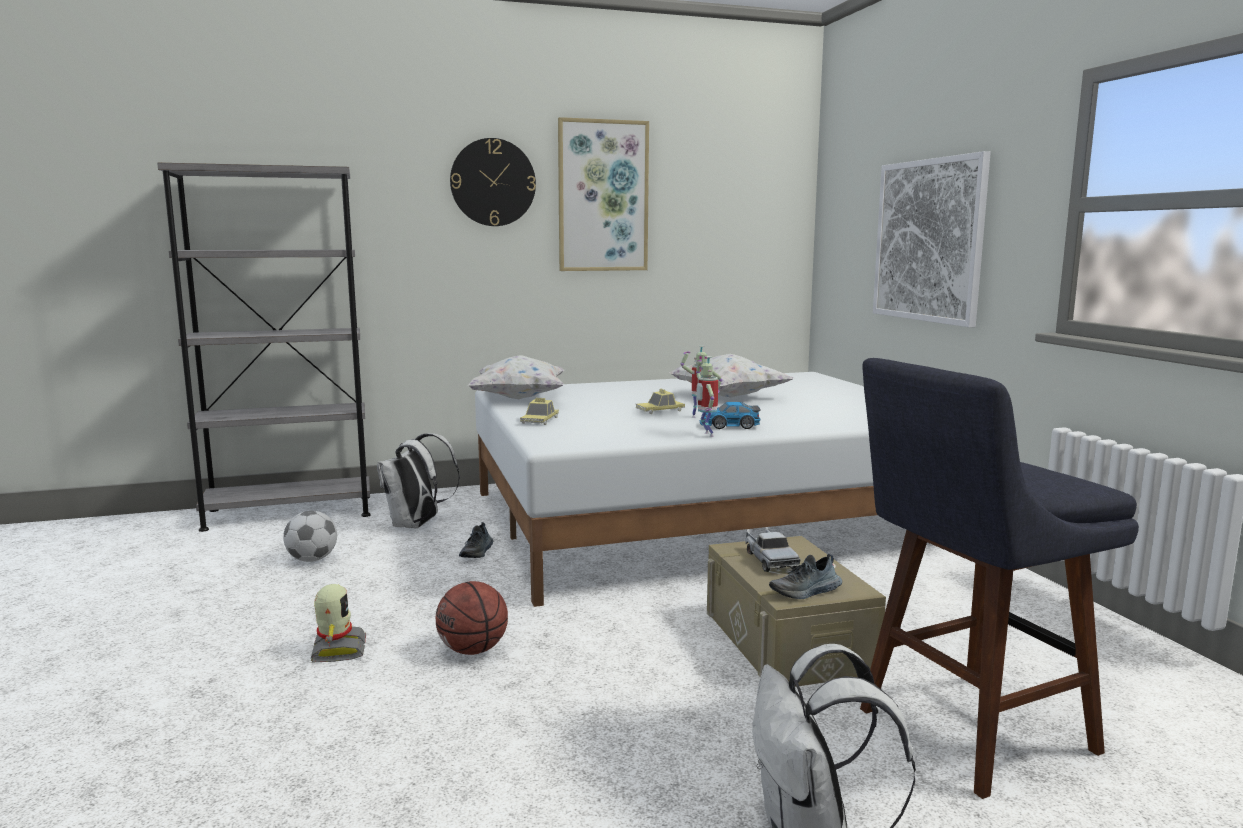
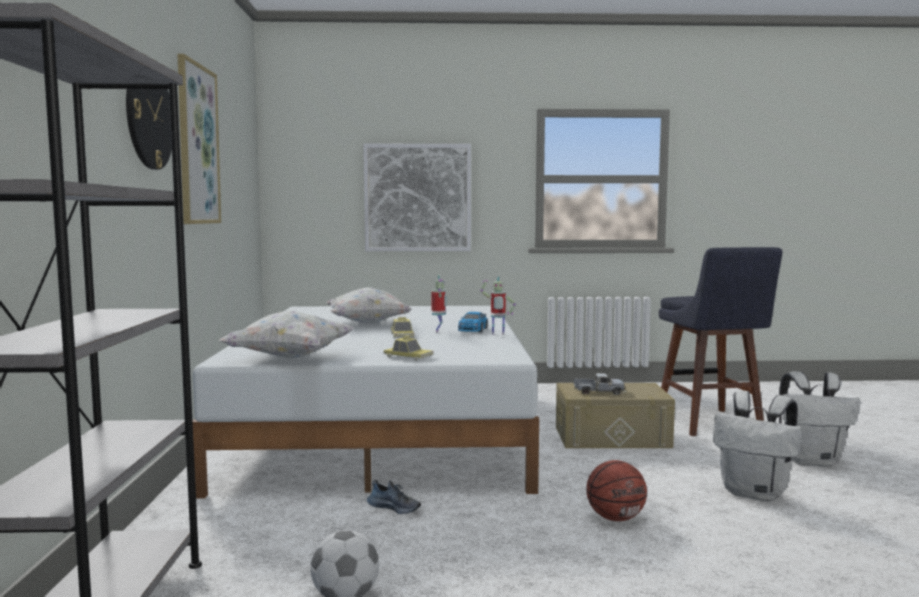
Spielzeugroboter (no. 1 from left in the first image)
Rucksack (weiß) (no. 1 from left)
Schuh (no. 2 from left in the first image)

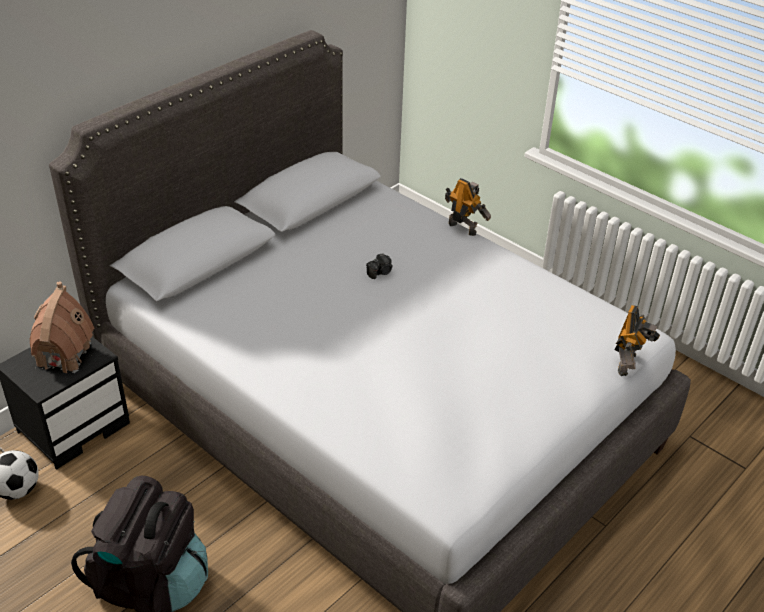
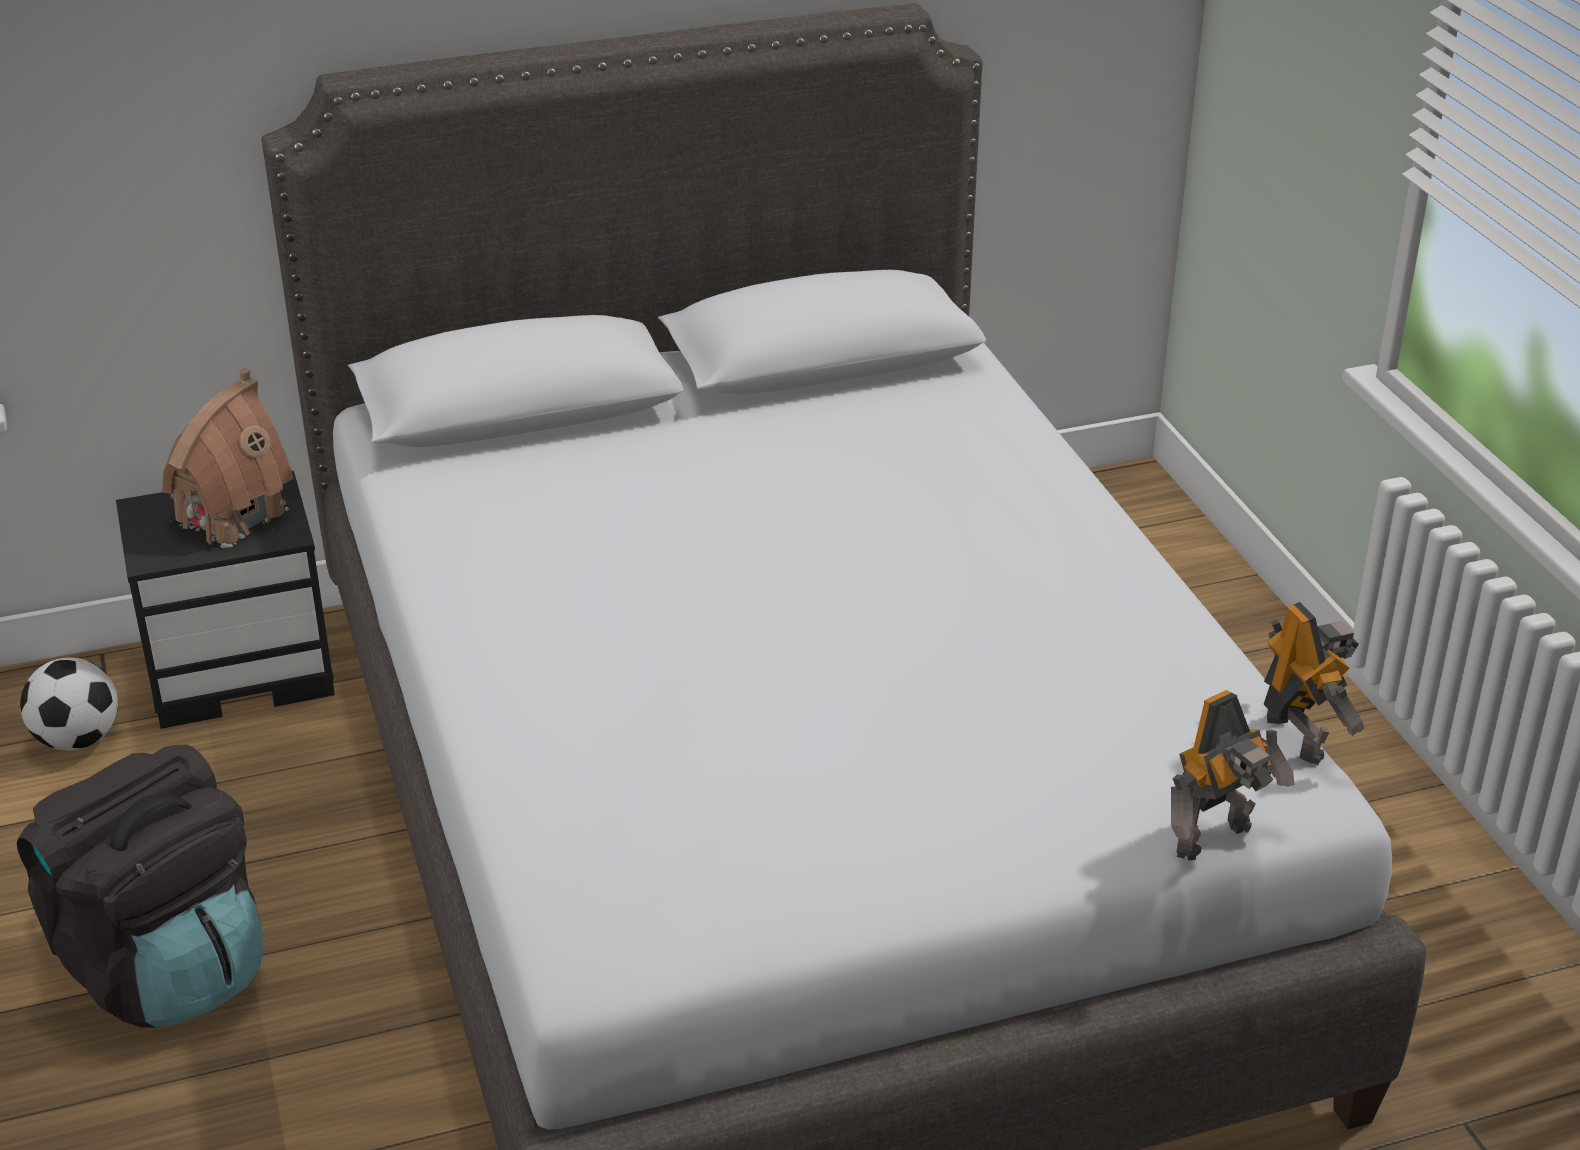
Kamera
Spielzeugroboter (no. 2 from left)

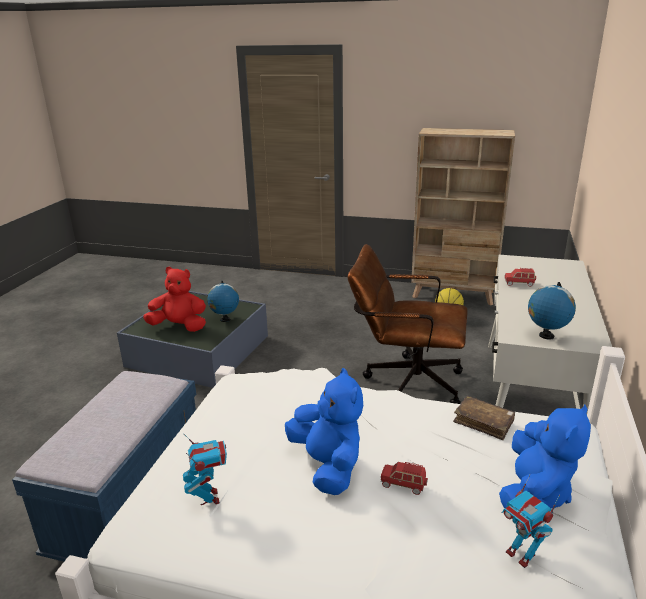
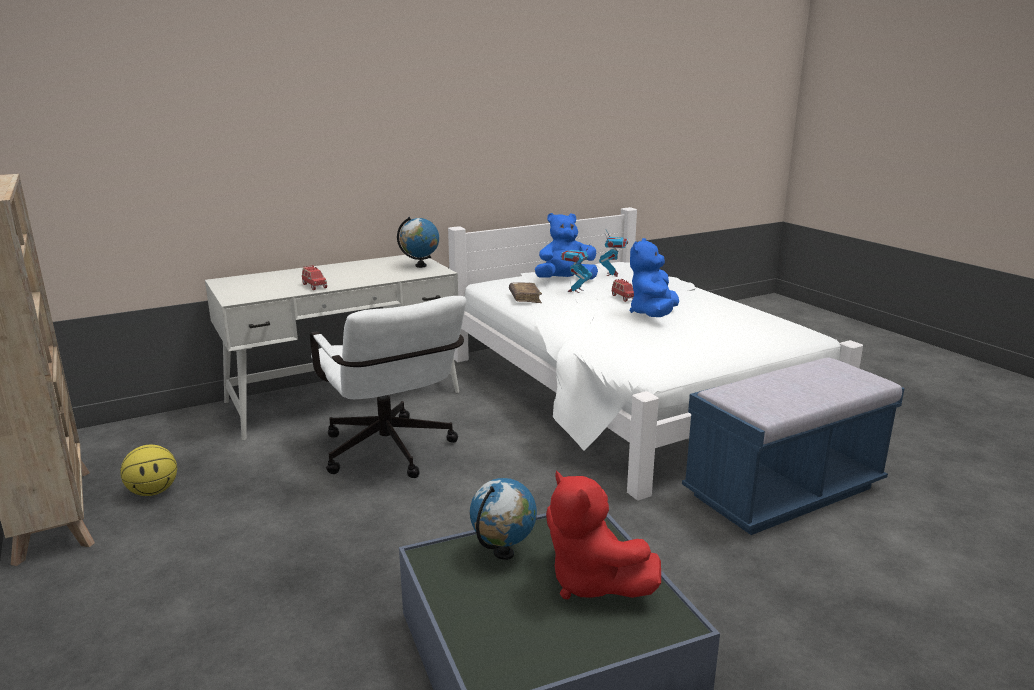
Spielzeugroboter (no. 1 from left)
Bürostuhl (weiß)

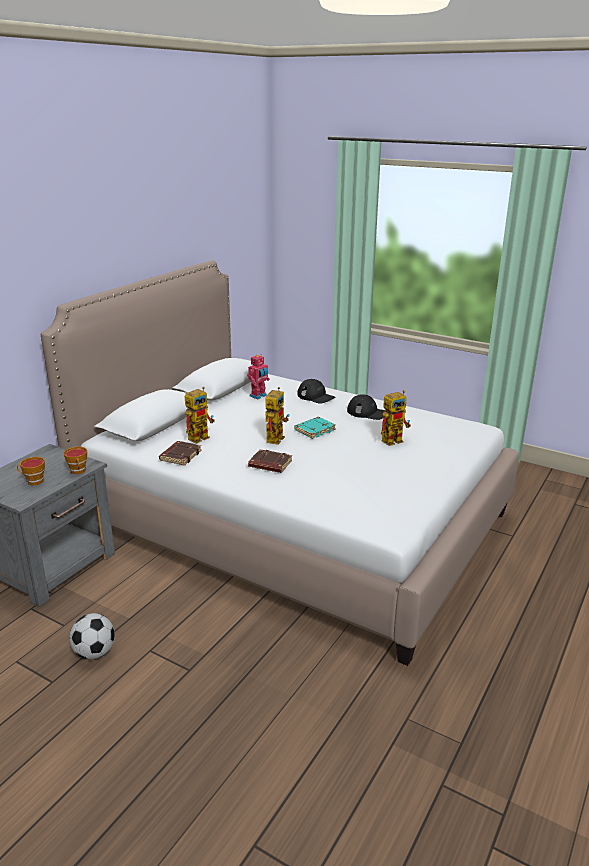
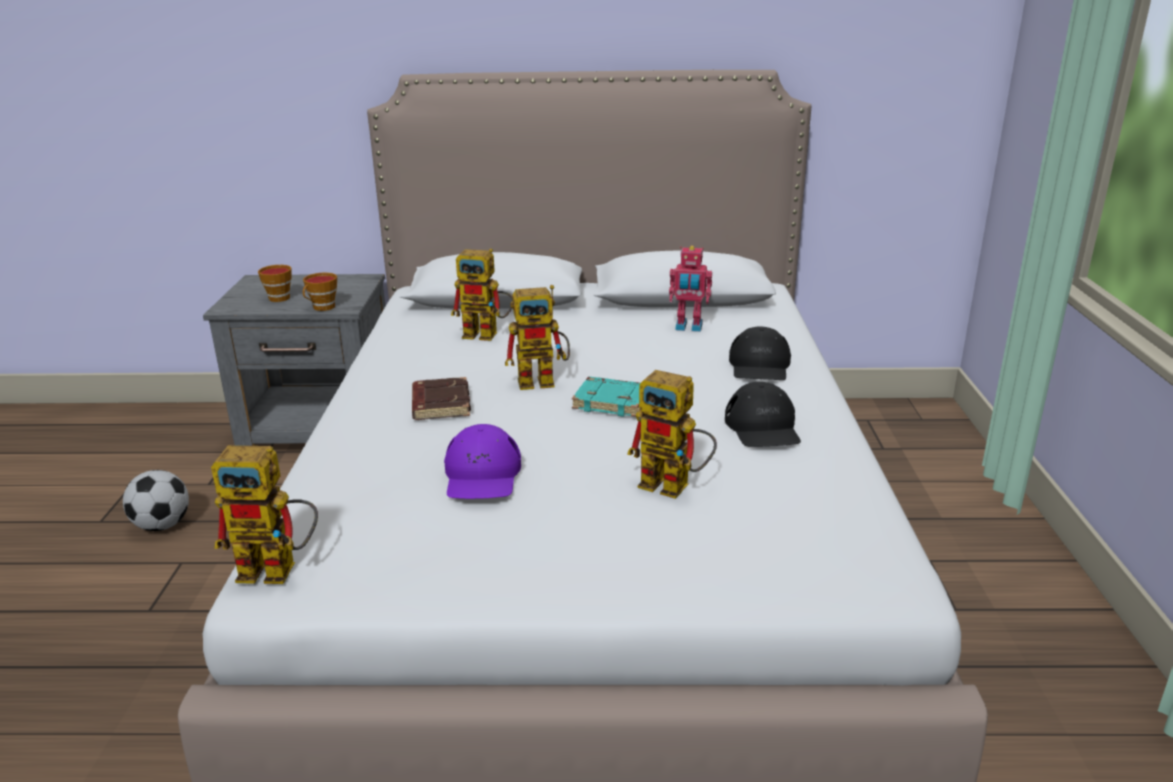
Buch (braun) (no. 1 from left in the first image)
Spielzeugroboter (no. 1 from left)
Kappe (lila)

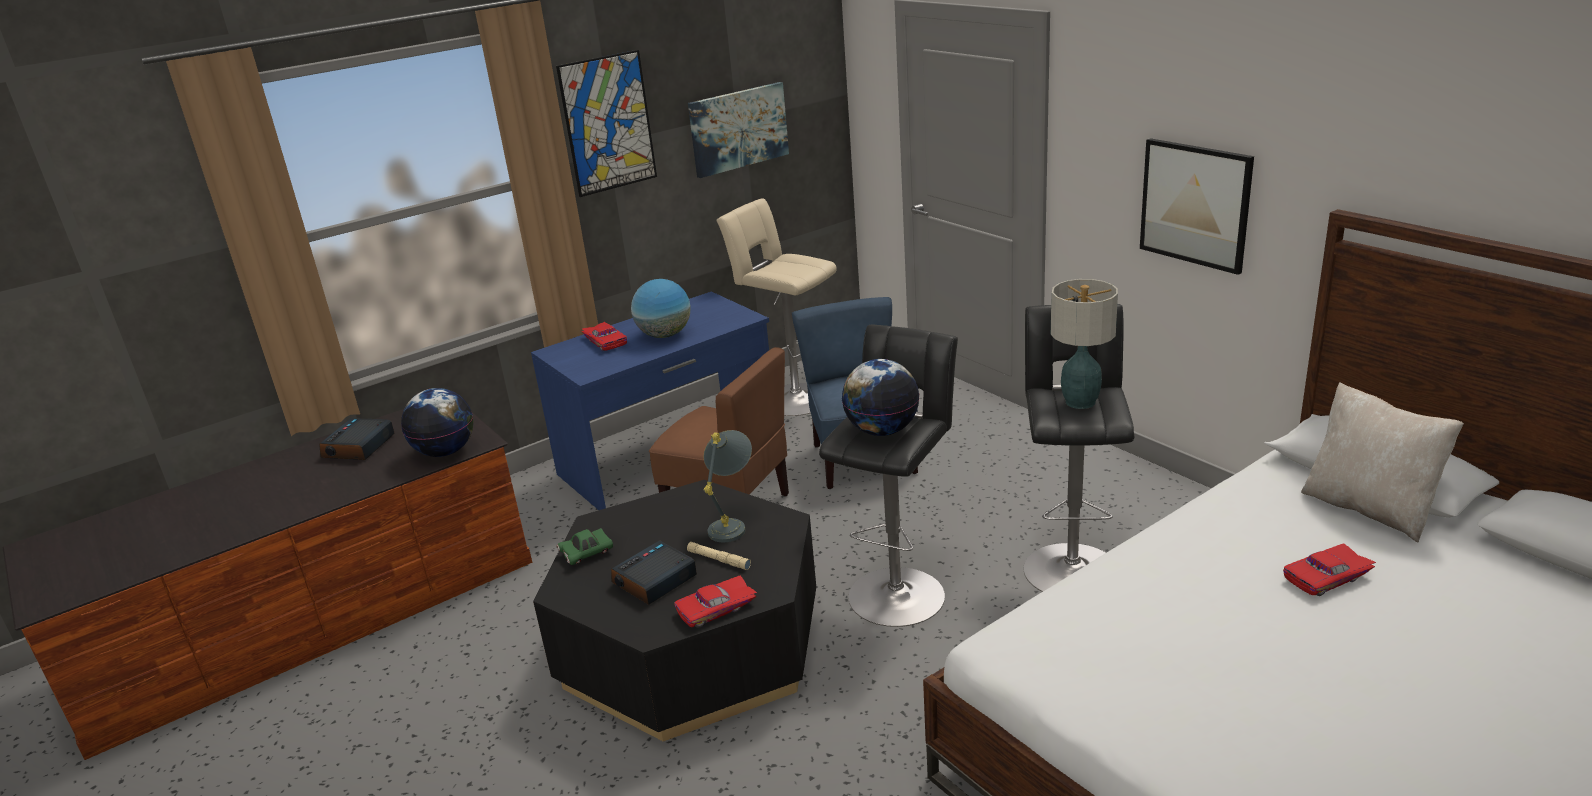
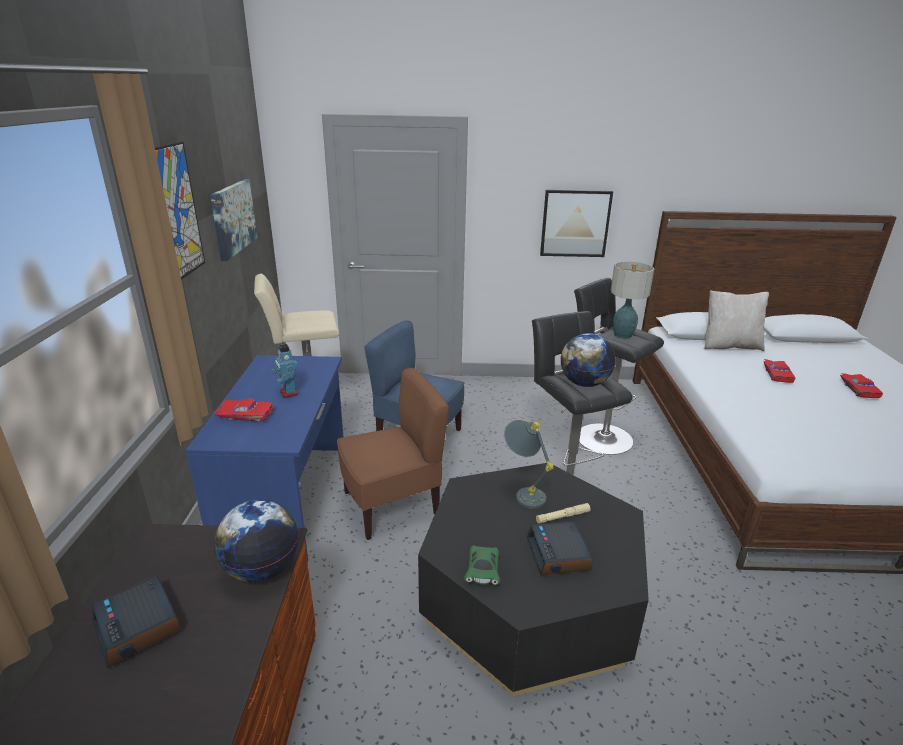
Spielzeugroboter
Spielzeugauto (rot) (no. 3 from left)

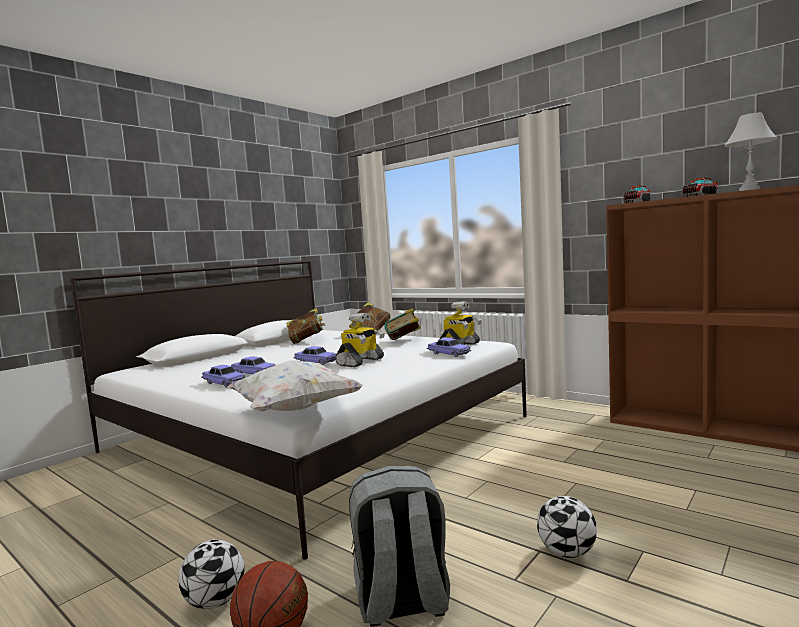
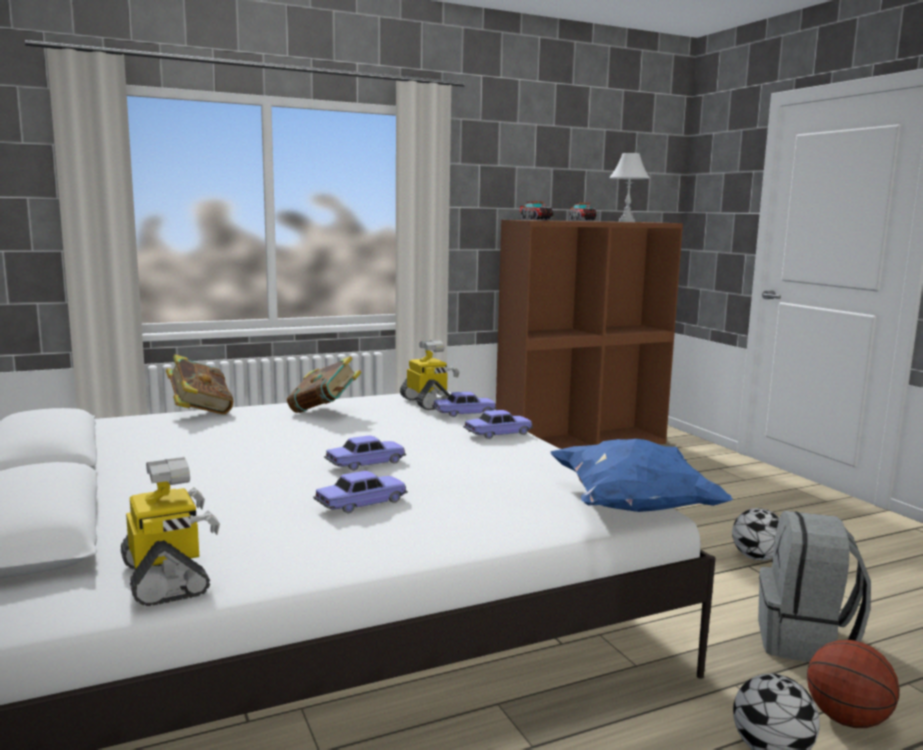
Spielzeugauto (no. 4 from left)
Kissen (blau)
Buch (no. 1 from left in the first image)
Spielzeugroboter (no. 1 from left)

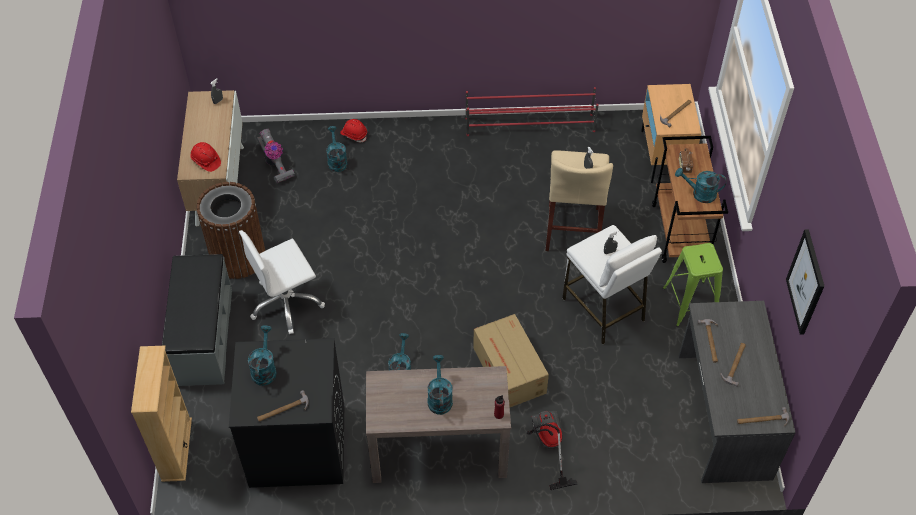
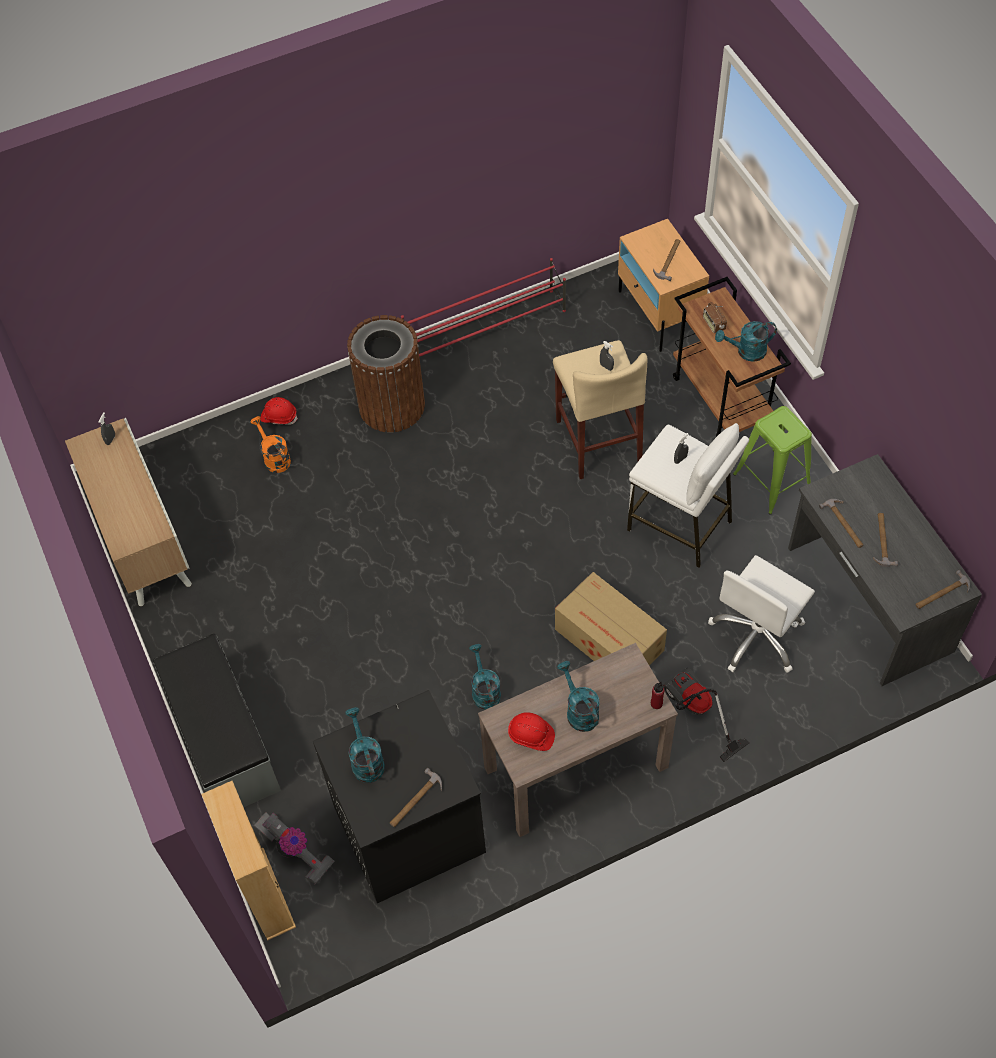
Schutzhelm (rot) (no. 2 from left)
Mülleimer (braun)
Bürostuhl (weiß)
Staubsauger (no. 1 from left)
Gießkanne (orange)
Bild

